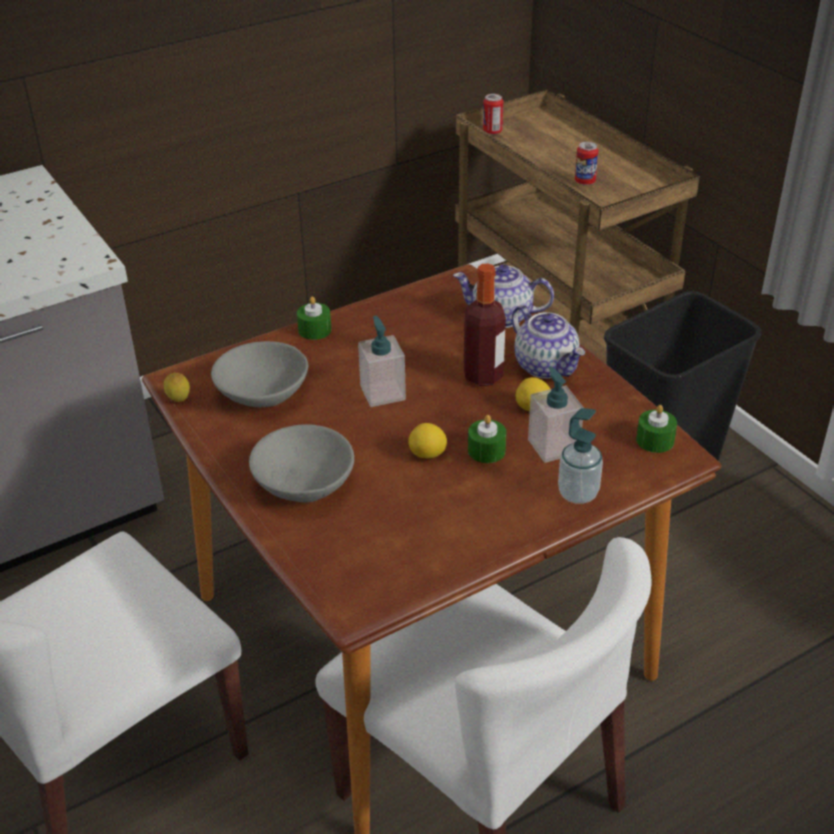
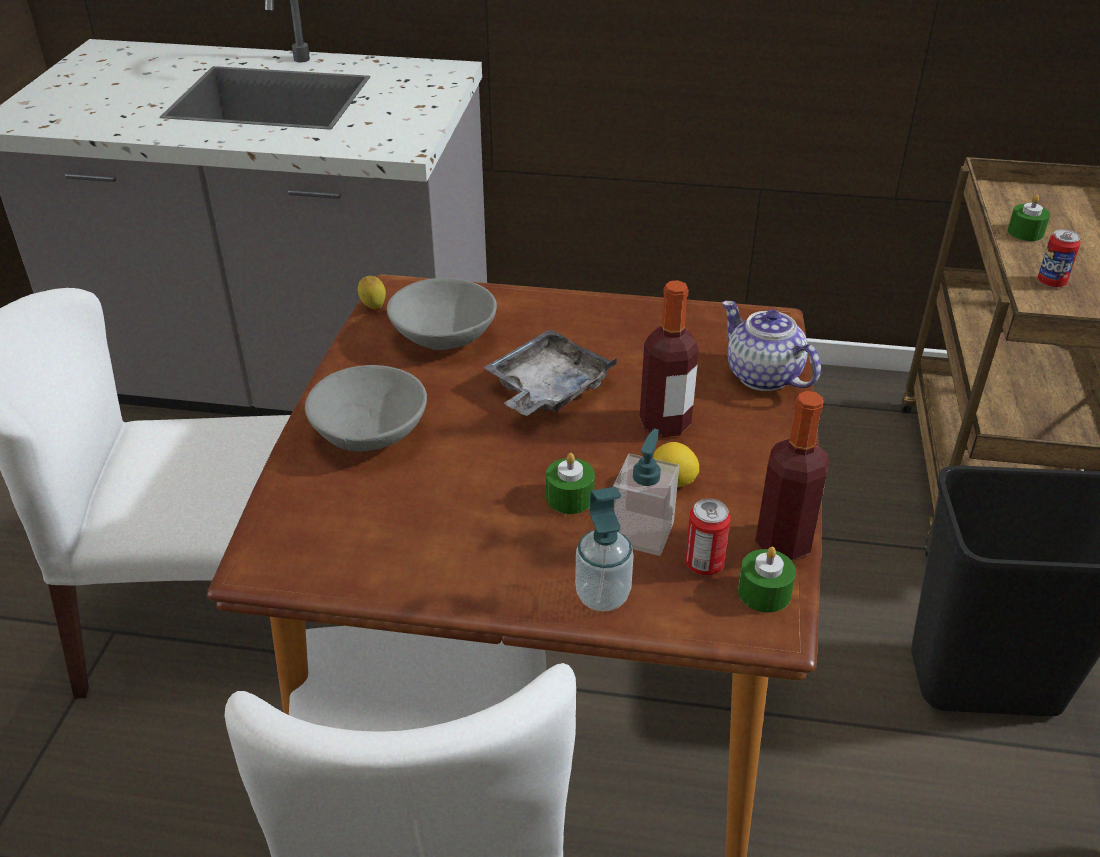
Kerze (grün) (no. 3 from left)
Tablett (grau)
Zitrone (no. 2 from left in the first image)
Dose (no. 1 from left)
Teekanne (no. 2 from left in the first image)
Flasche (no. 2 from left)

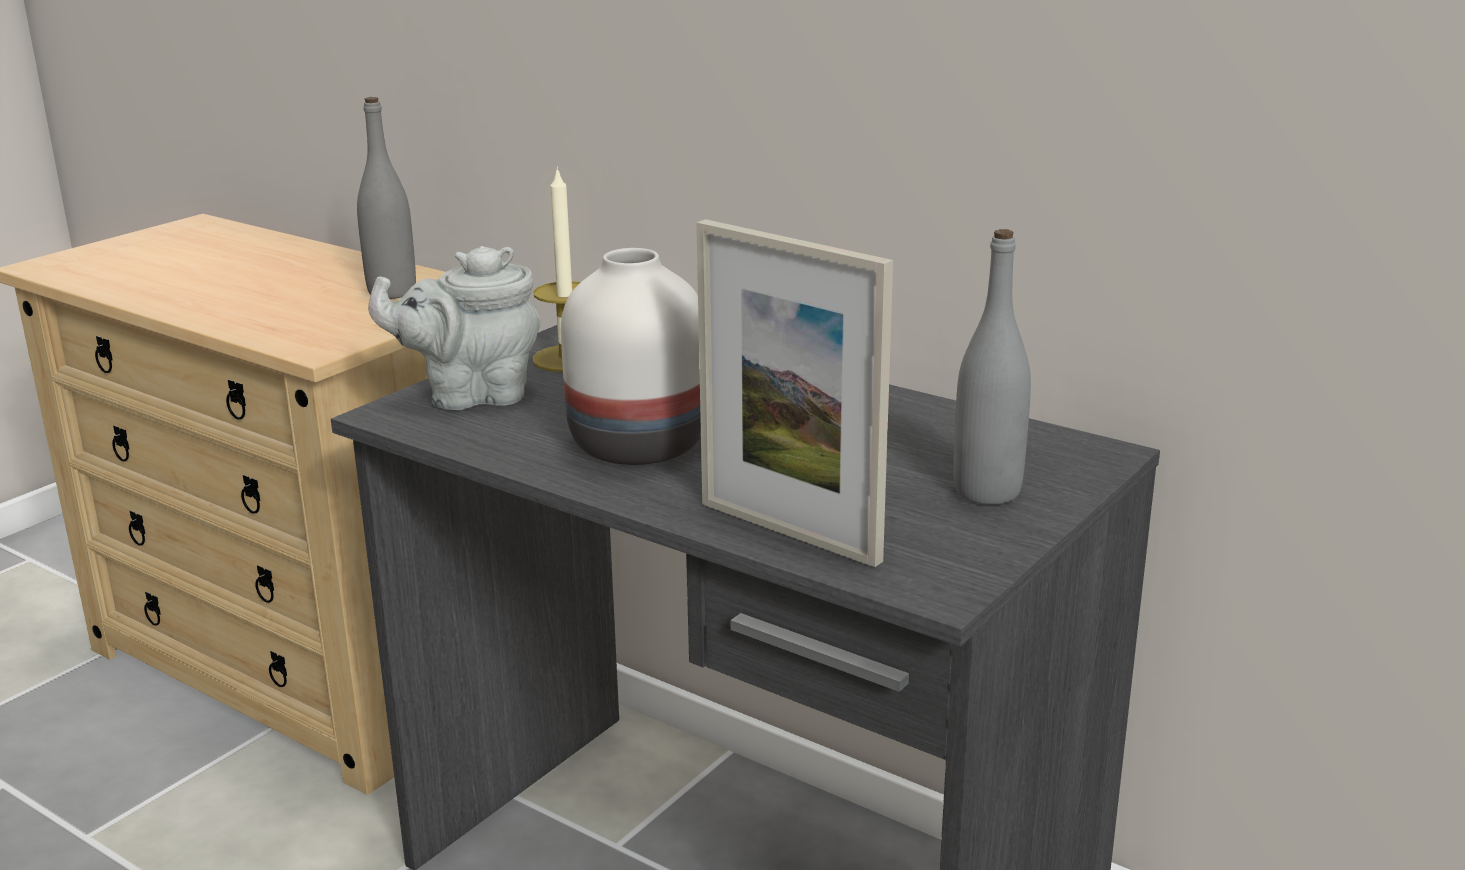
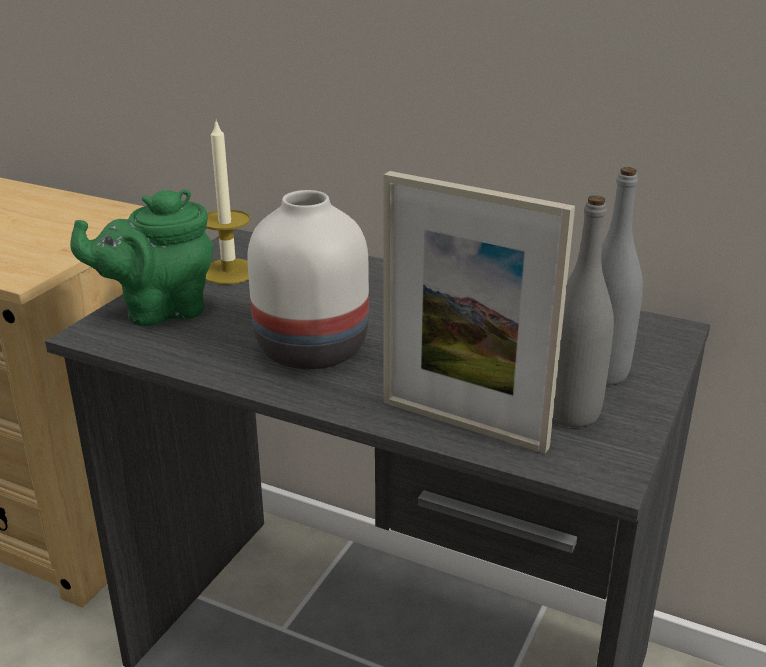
Flasche (grau) (no. 1 from left)
Teekanne (grün)

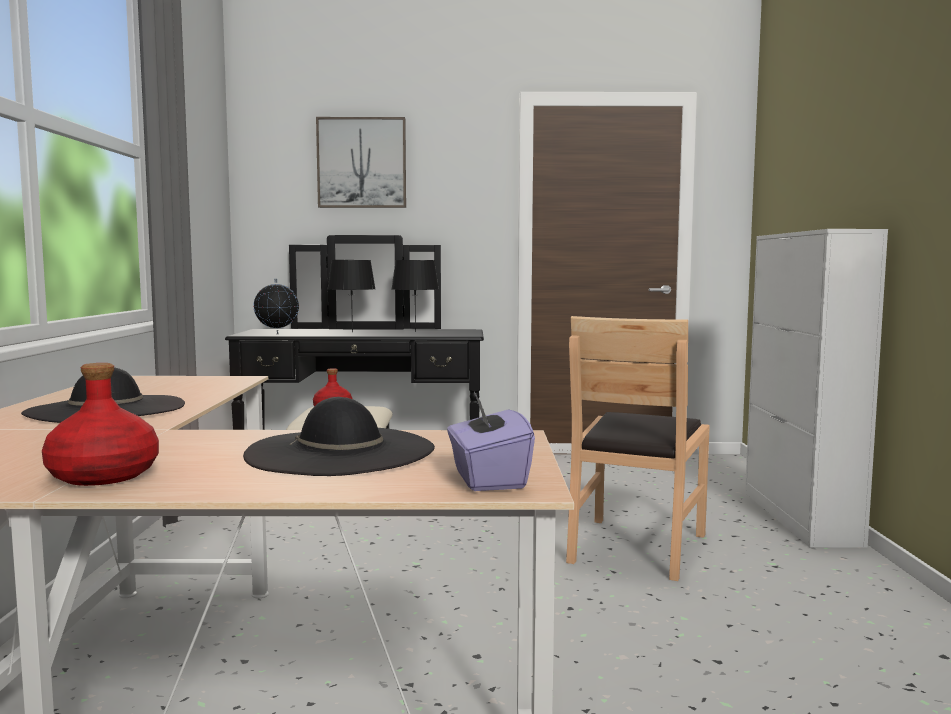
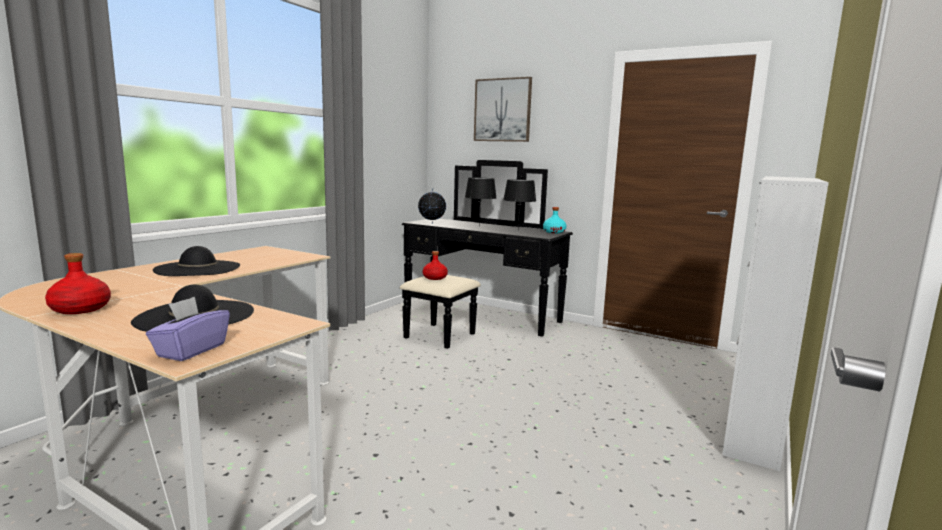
Stuhl (braun)
Flasche (türkis)

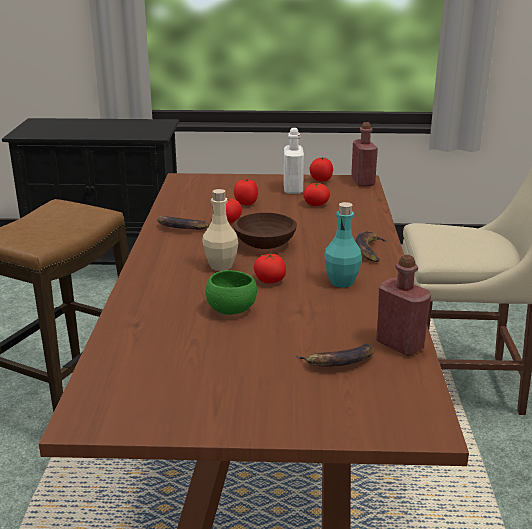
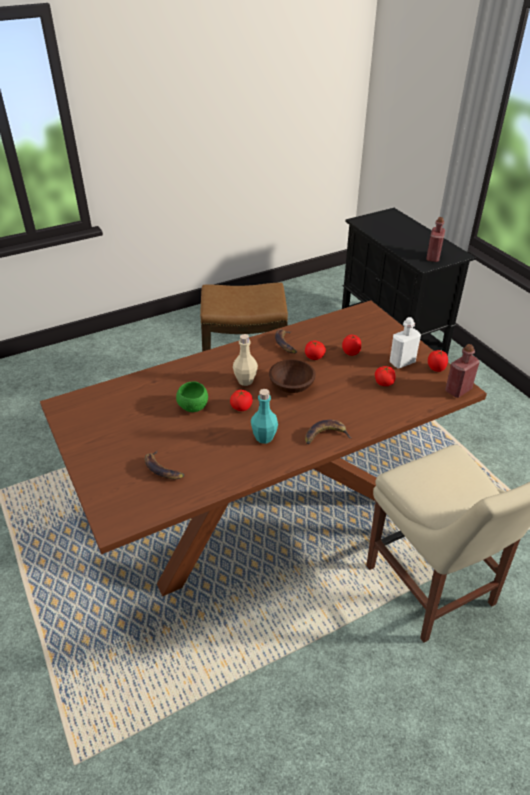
Flasche (rot) (no. 1 from left)

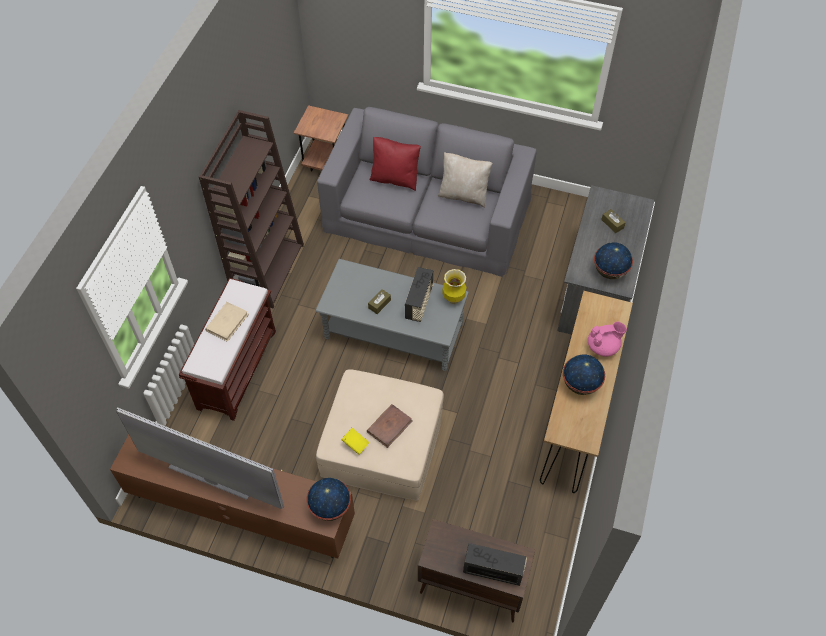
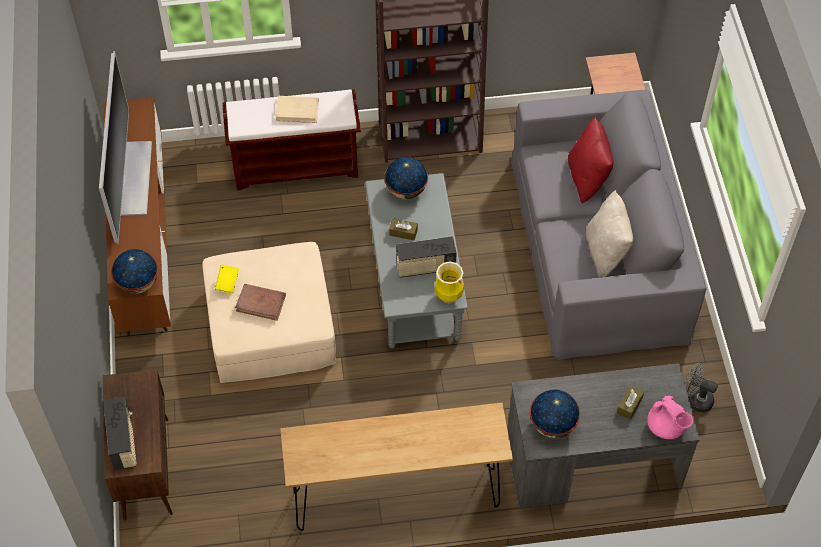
Globus (no. 2 from left)
Teekanne (rosa)
Ventilator (grau)

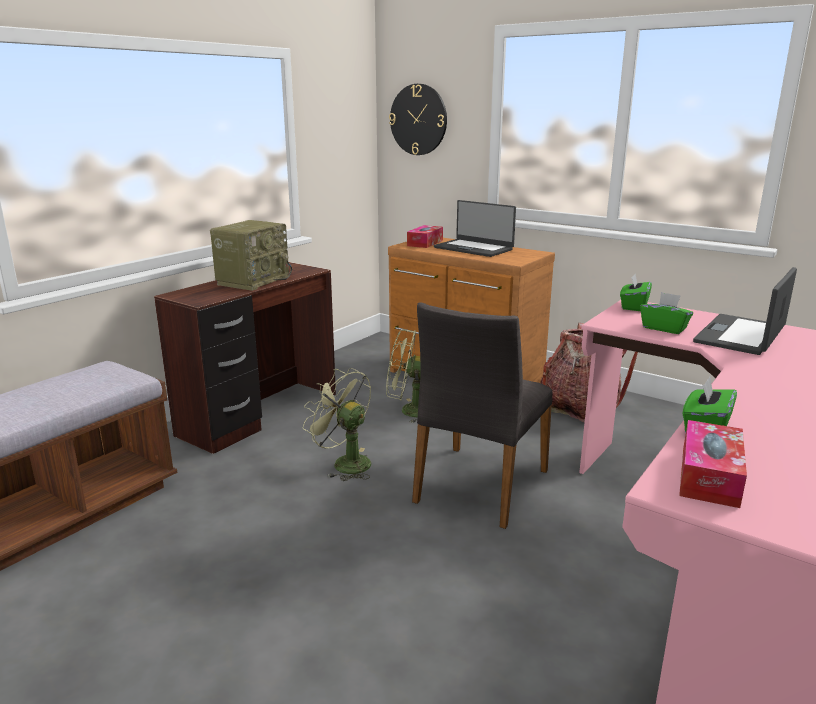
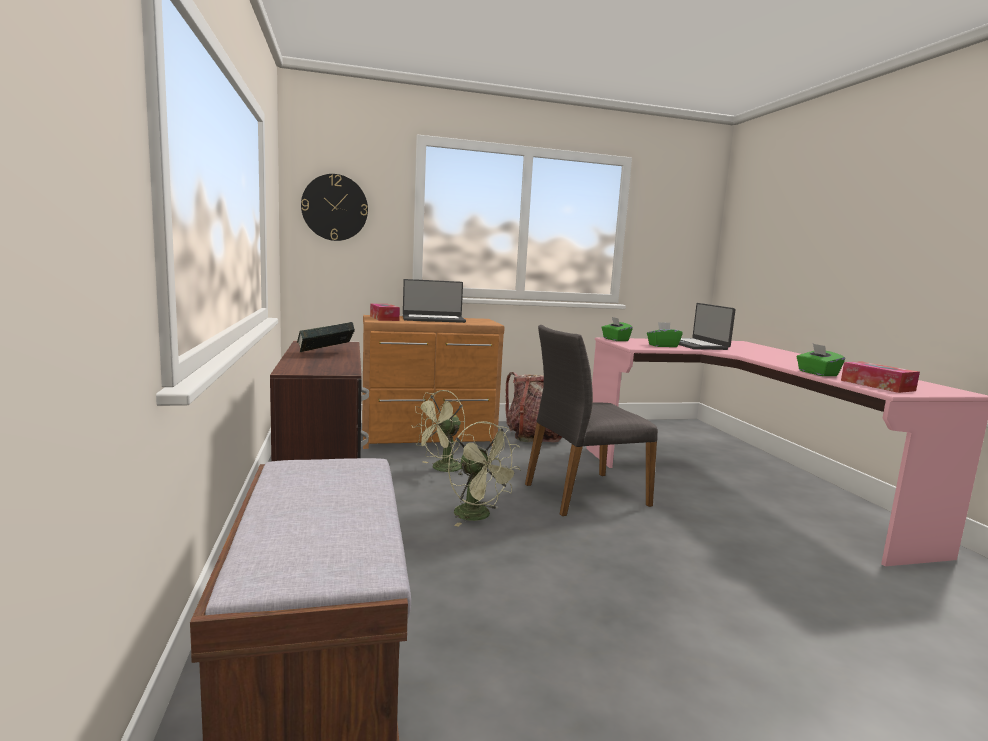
Buch
Ventilator (grün) (no. 2 from left)
Stuhl (grau)

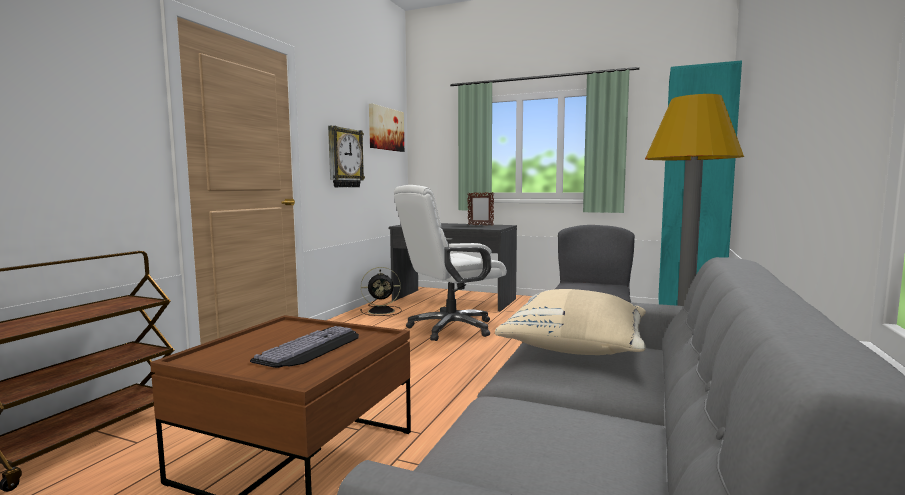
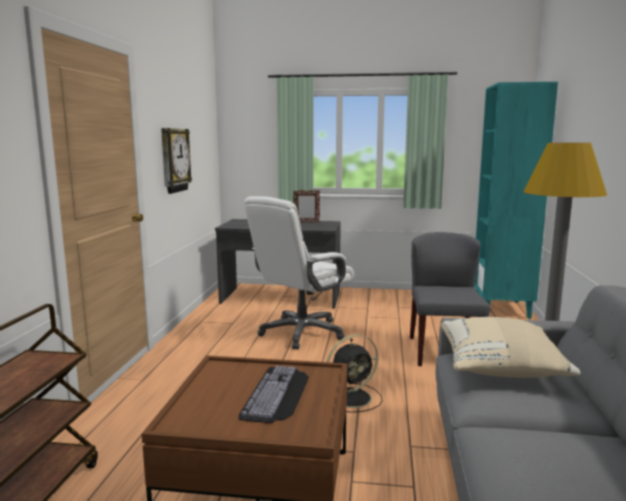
Ventilator (schwarz)
Bild

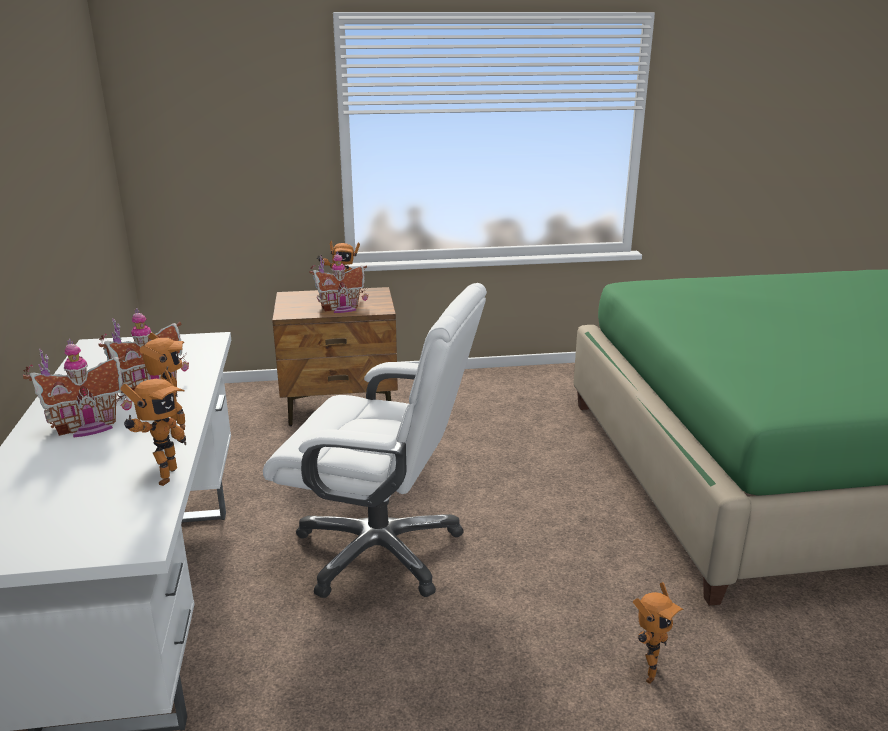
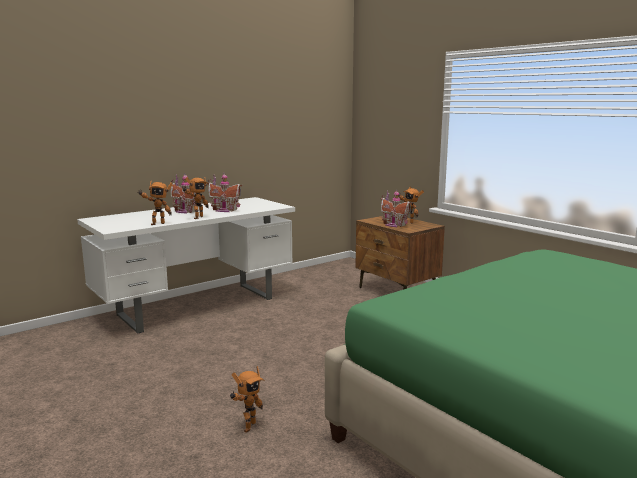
Bürostuhl (weiß)
Spielzeugroboter (no. 3 from left)

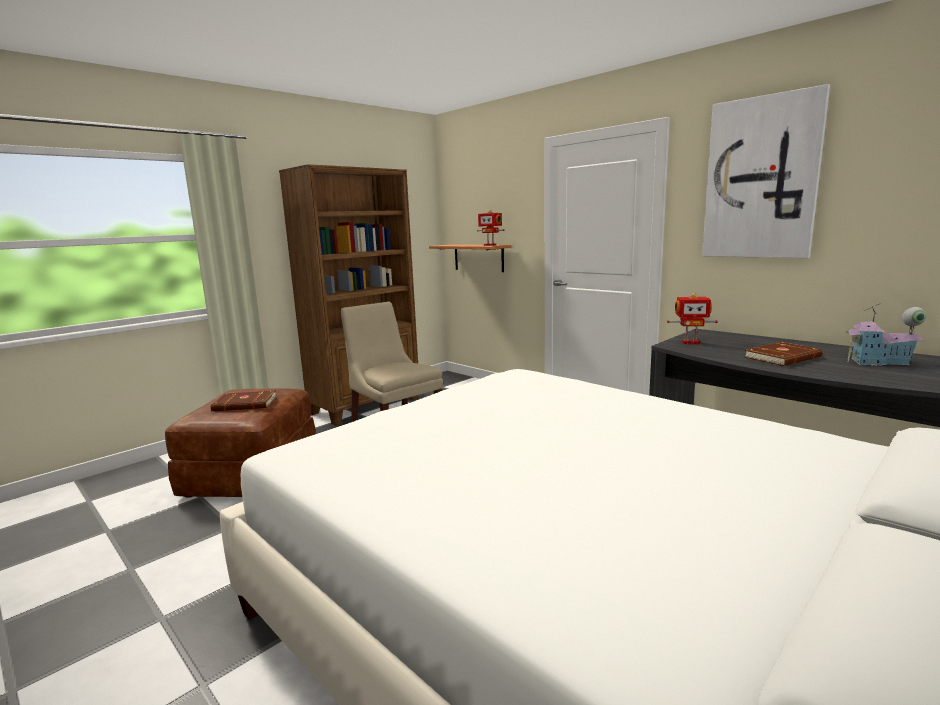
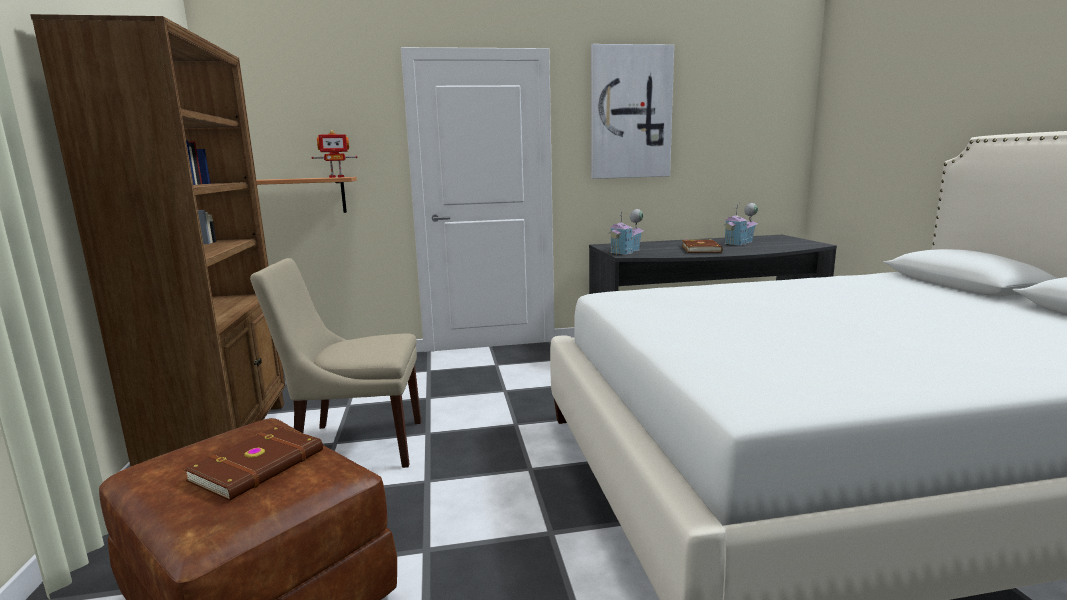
Spielzeughaus (no. 1 from left)

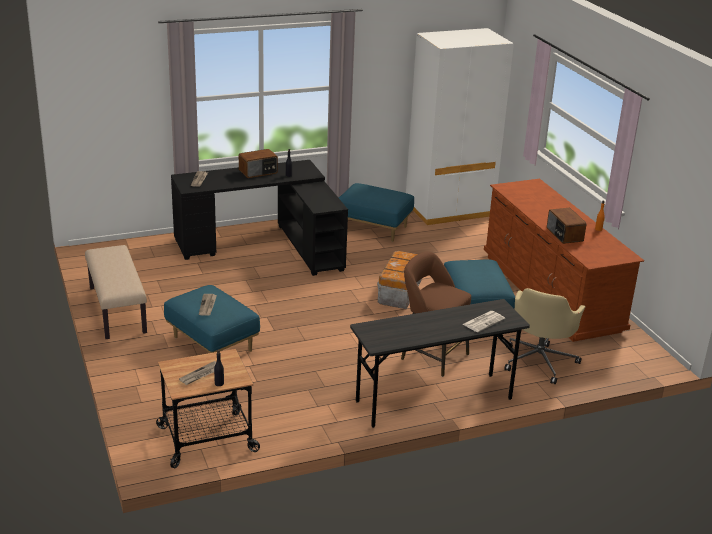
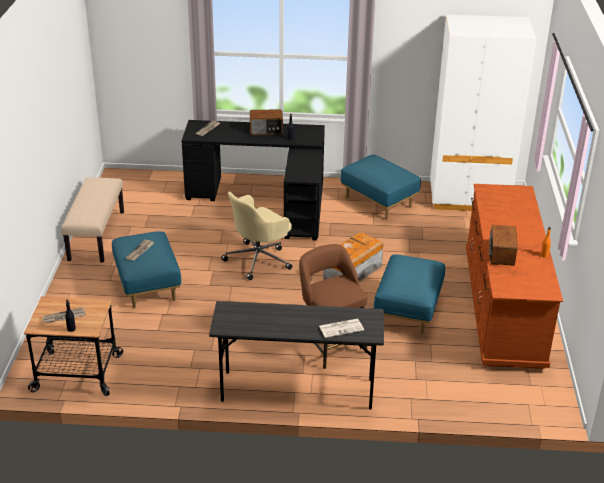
Bürostuhl (beige)

